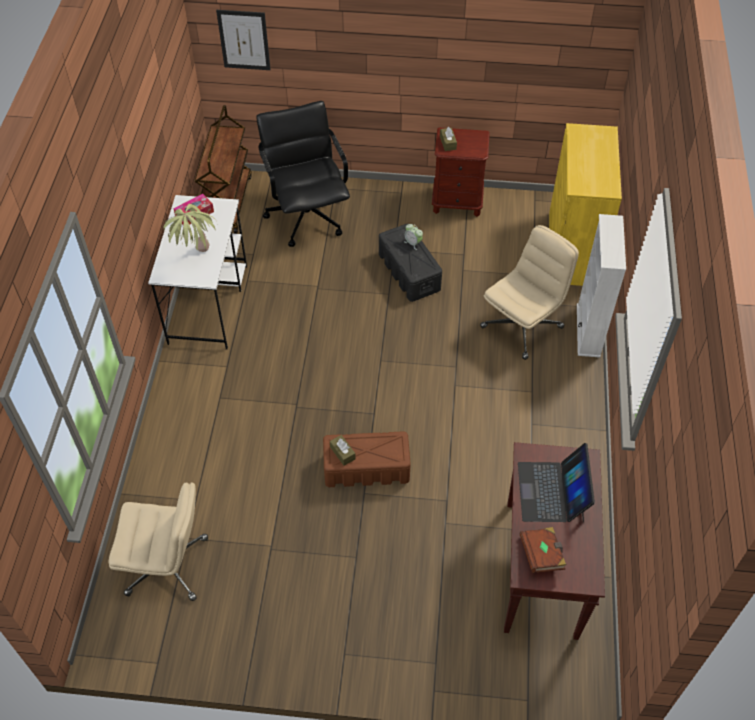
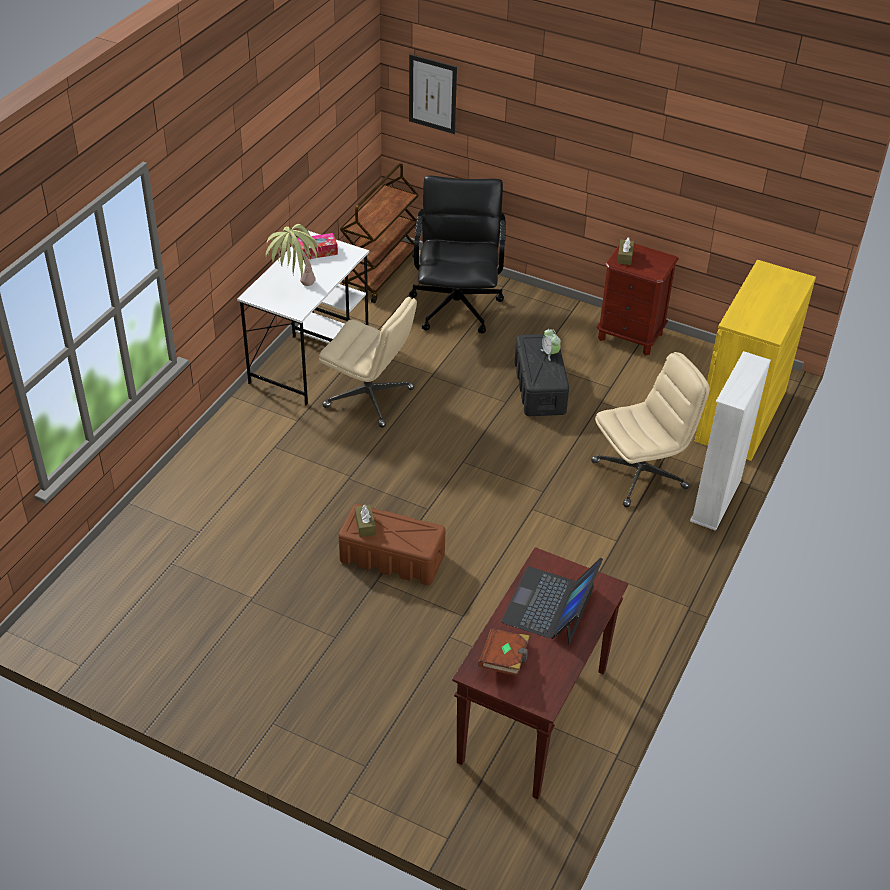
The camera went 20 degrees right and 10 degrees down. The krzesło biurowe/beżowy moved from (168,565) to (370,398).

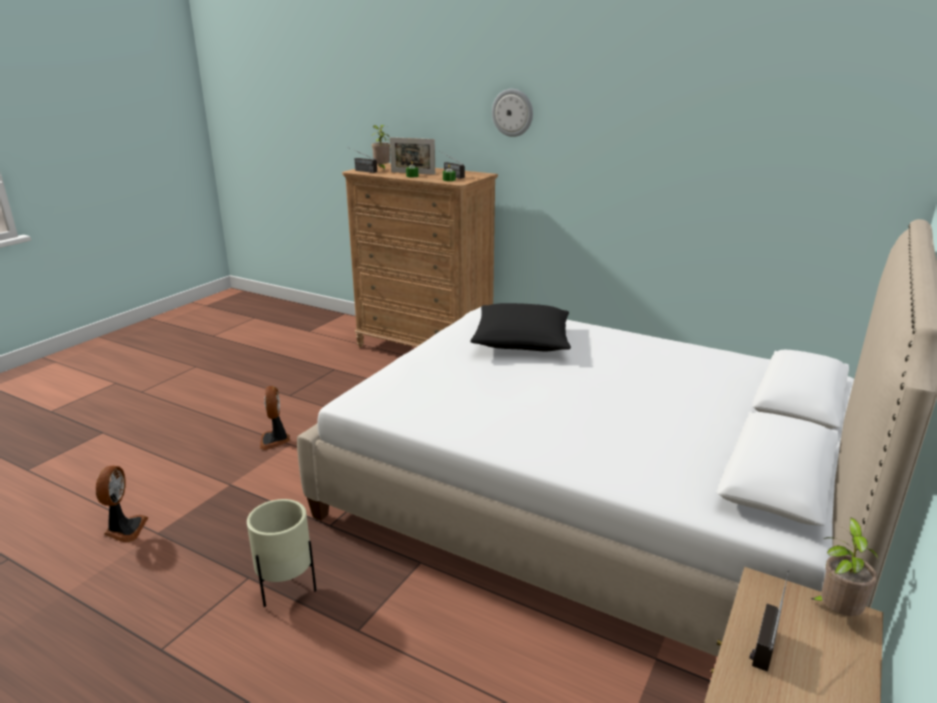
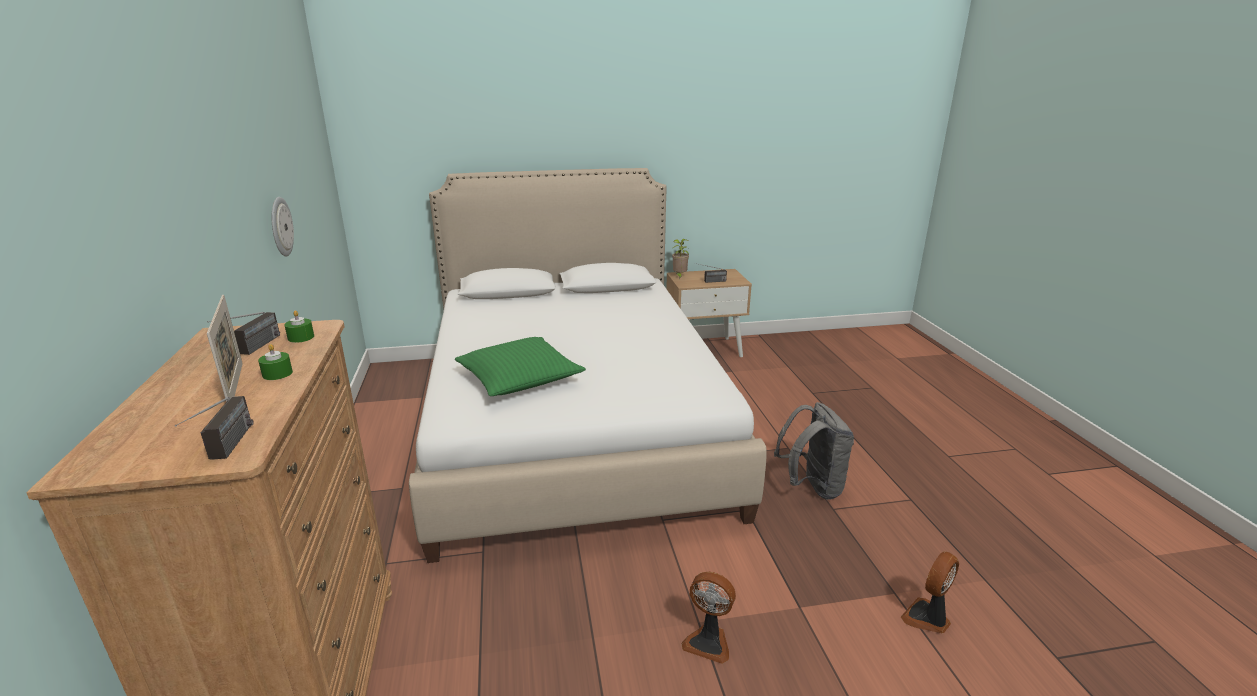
The camera went 130 degrees left and 0 degrees up. The zegar ścienny moved from (512,112) to (280,226). The poduszka/czarny at (522,340) became the poduszka/zielony at (519,378). The wentylator at (275,440) turned 75 degrees clockwise. The donica/beżowy at (287,590) was replaced by the plecak/szary at (812,487). The roślina doniczkowa at (382,169) disappeared.

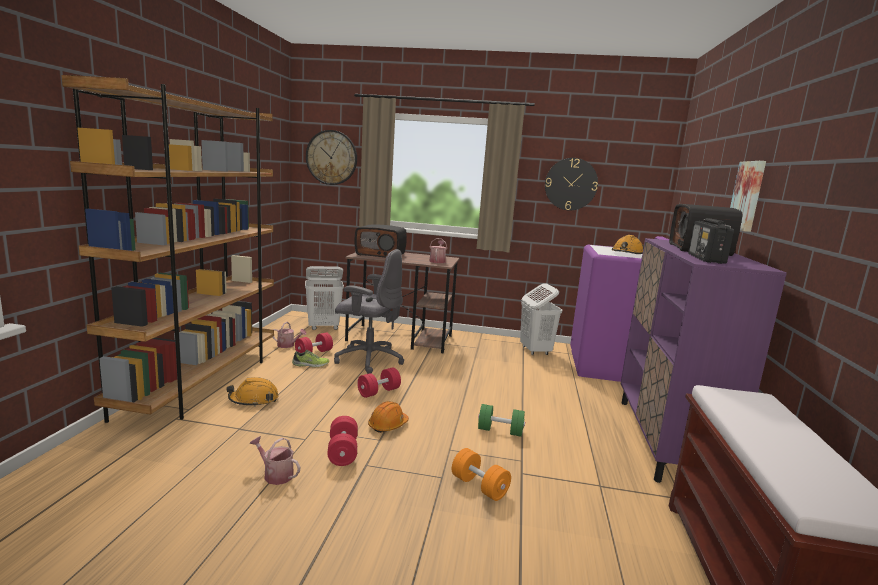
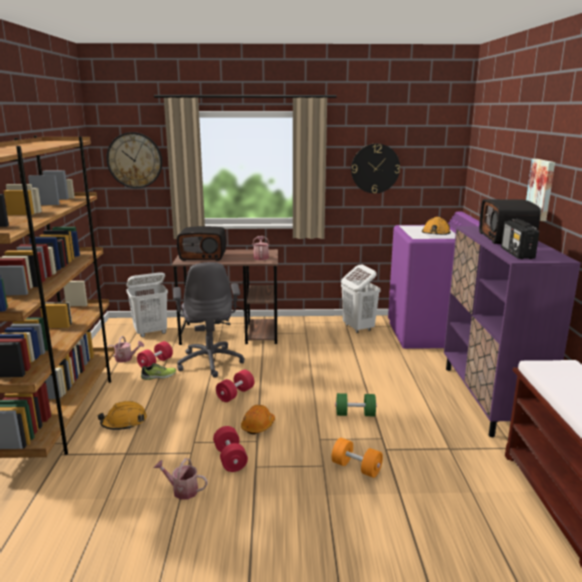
The camera went 10 degrees left and 5 degrees up. The krzesło biurowe/szary at (368,359) turned 75 degrees clockwise.

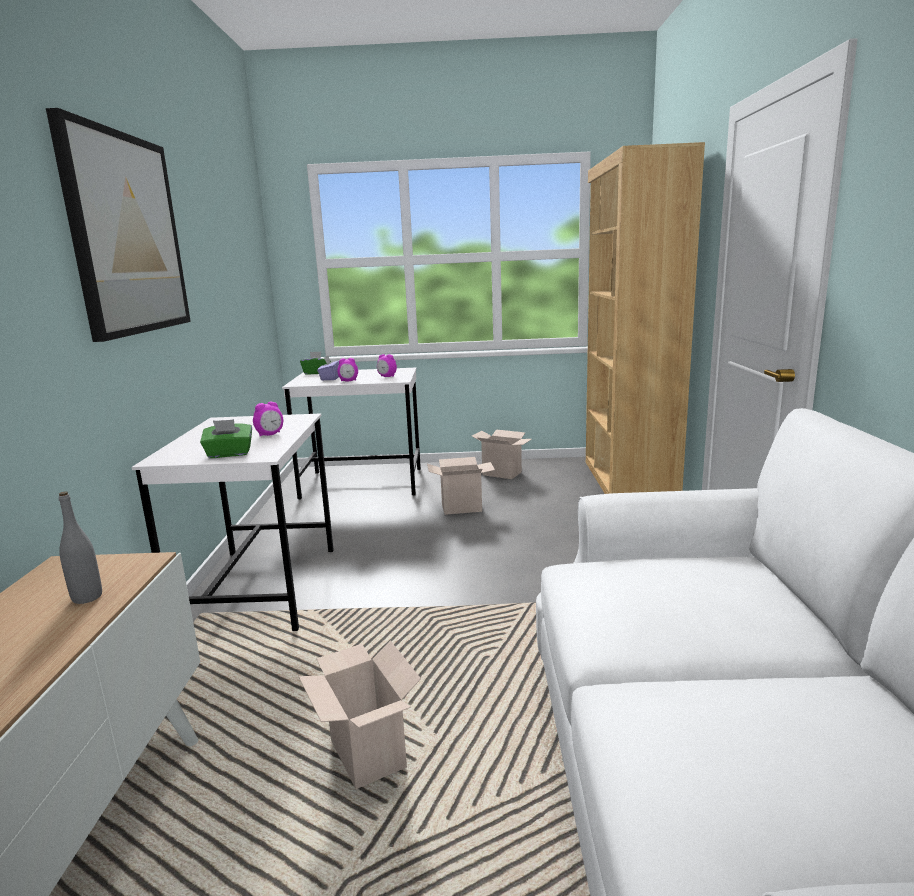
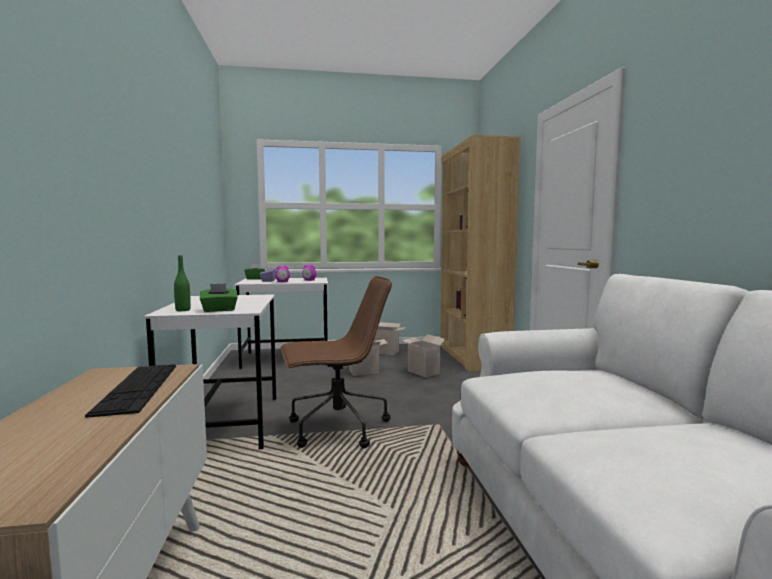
The camera went 10 degrees left and 10 degrees down. The butelka/szary at (87,597) was replaced by the klawiatura at (138,388). The butelka/zielony at (183,310) appeared. The krzesło biurowe/brązowy at (336,428) appeared. The karton moved from (364,754) to (422,372). The obraz at (126,235) disappeared. The budzik at (270,434) disappeared.

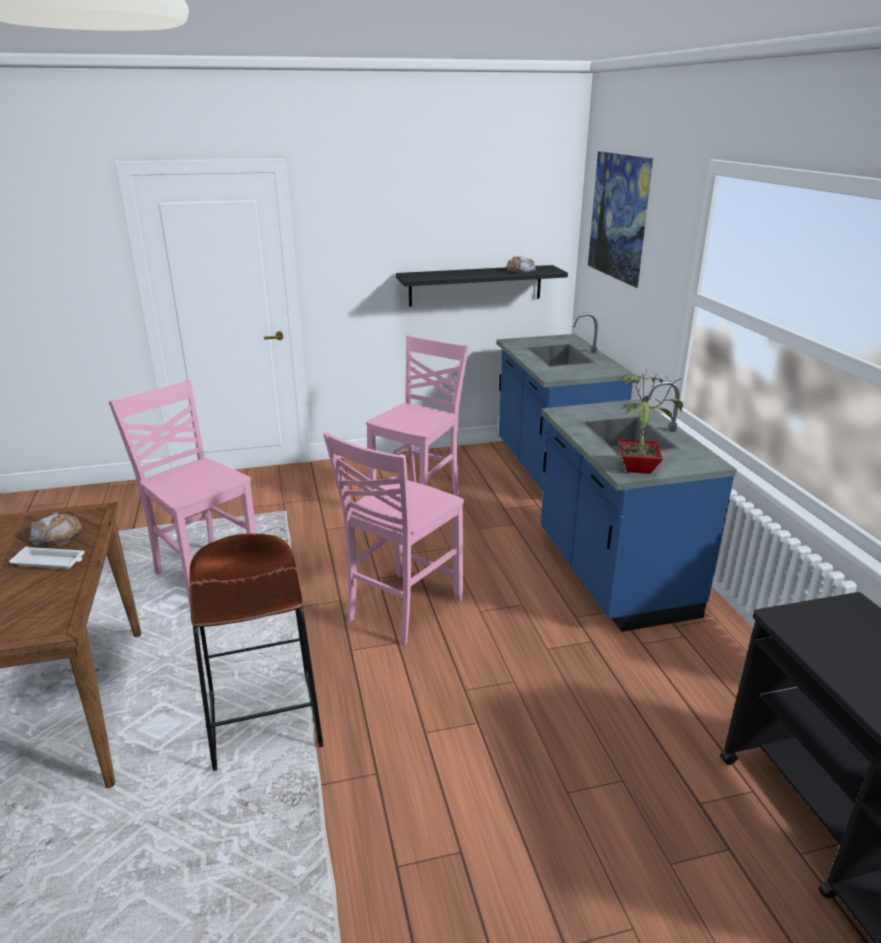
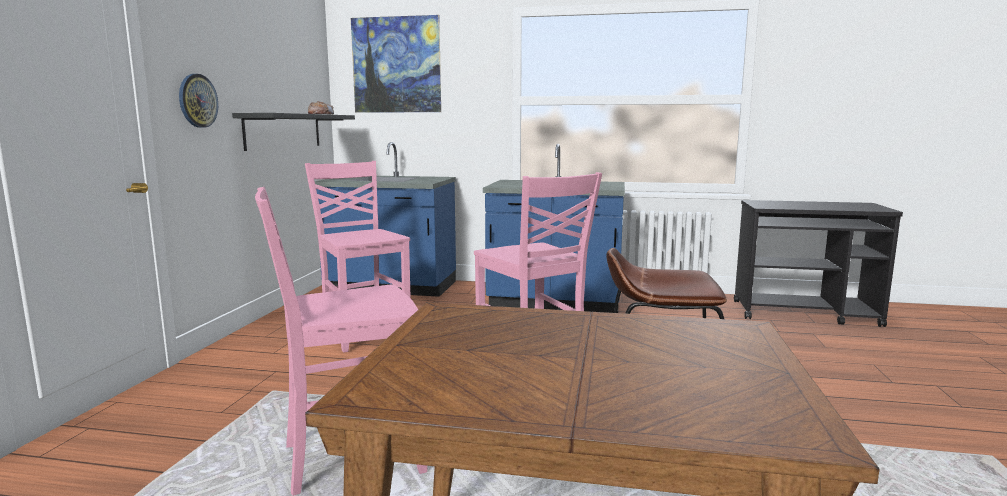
The camera went 65 degrees left and 15 degrees down. The zegar ścienny at (197,101) appeared. The taca/biały at (50,562) disappeared. The chleb at (57,535) disappeared. The roślina doniczkowa at (637,467) disappeared.

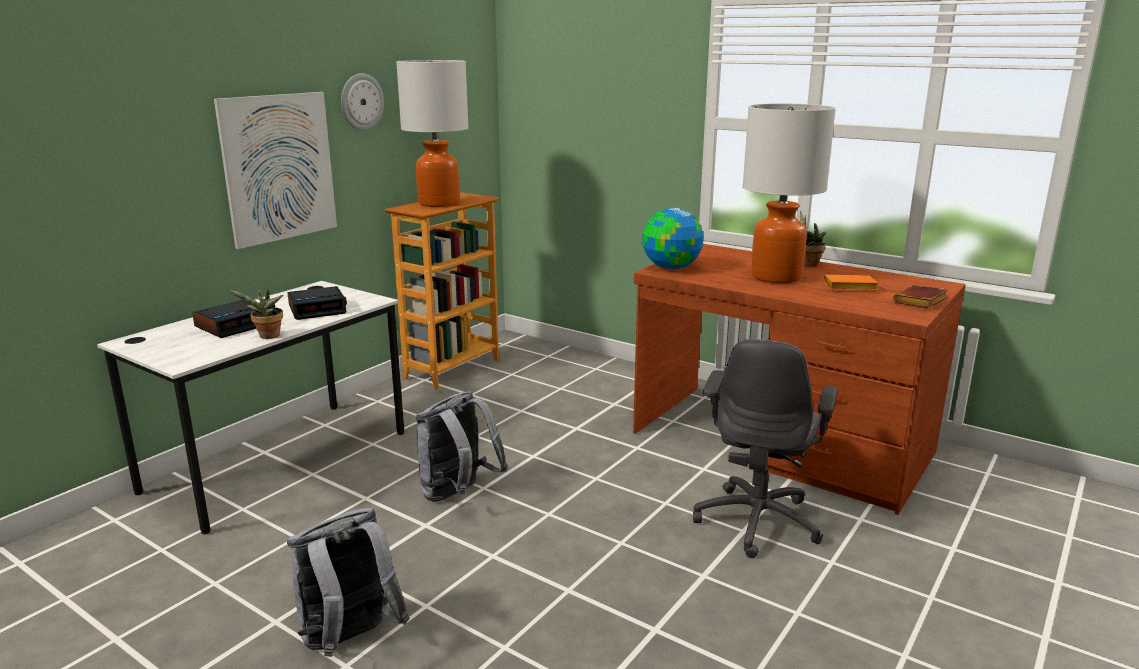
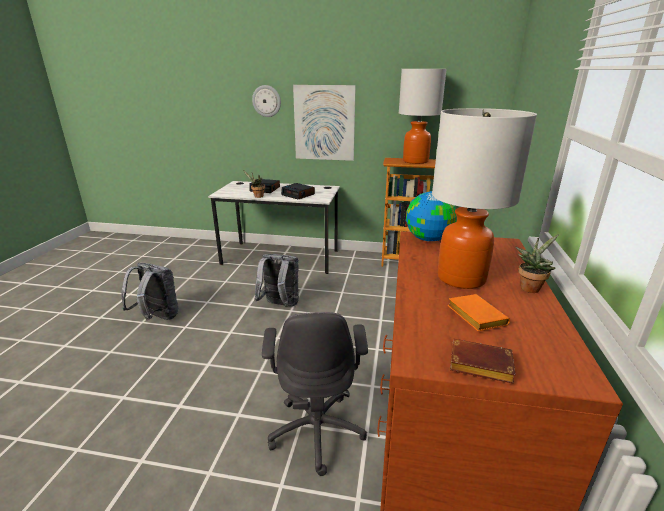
The camera went 65 degrees right and 5 degrees up. The zegar ścienny moved from (361,101) to (266,101). The krzesło biurowe/szary at (758,521) turned 90 degrees counterclockwise.

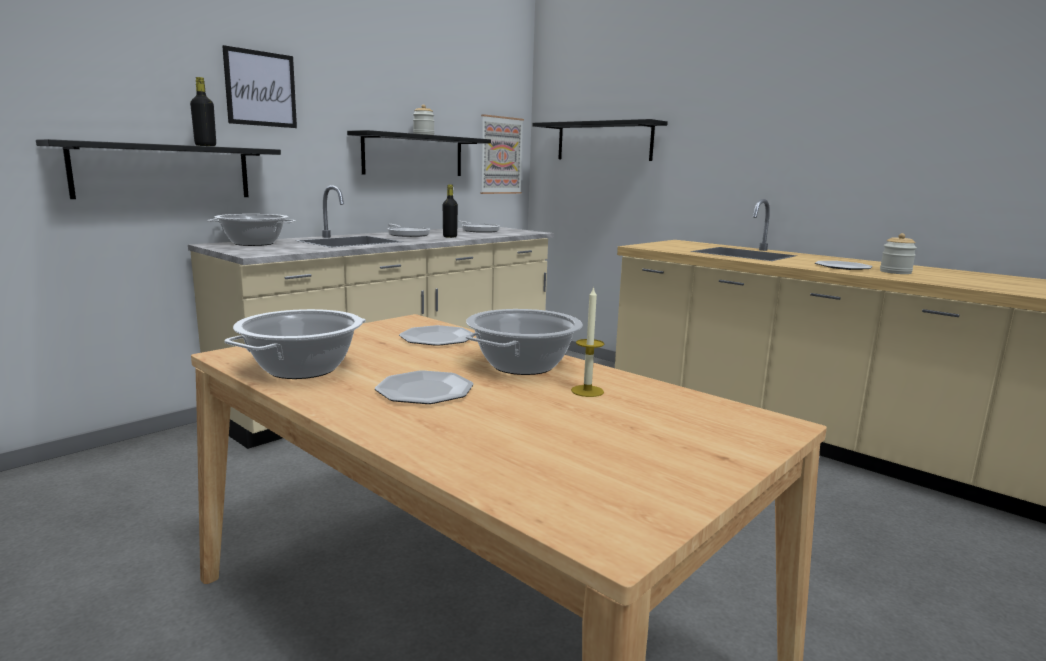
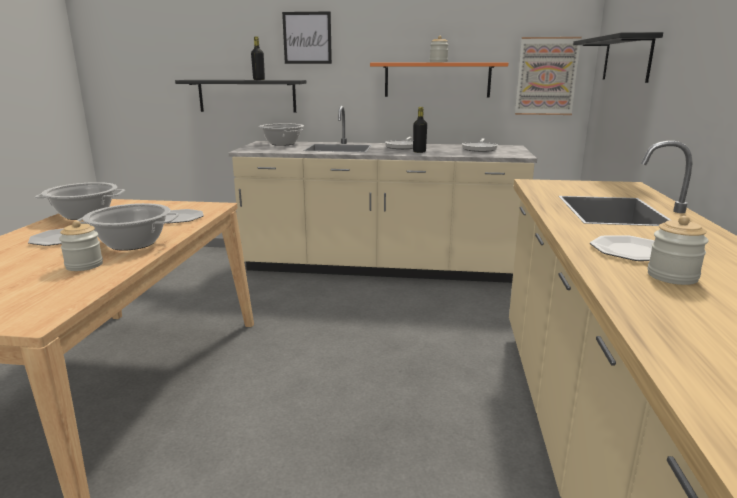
The camera went 55 degrees right and 5 degrees up. The świeca at (587,391) was replaced by the słoik at (84,265). The półka/czarny at (414,155) became the półka/pomarańczowy at (437,80).

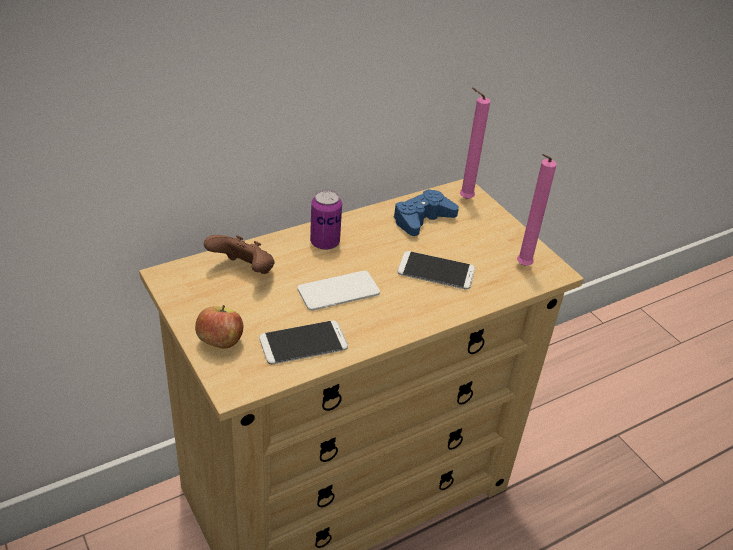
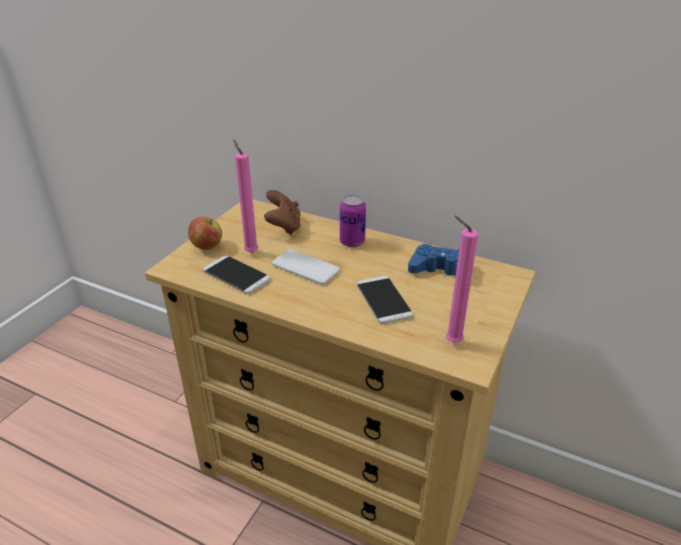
The camera went 60 degrees right and 5 degrees down. The świeca/różowy moved from (463,199) to (250,252).

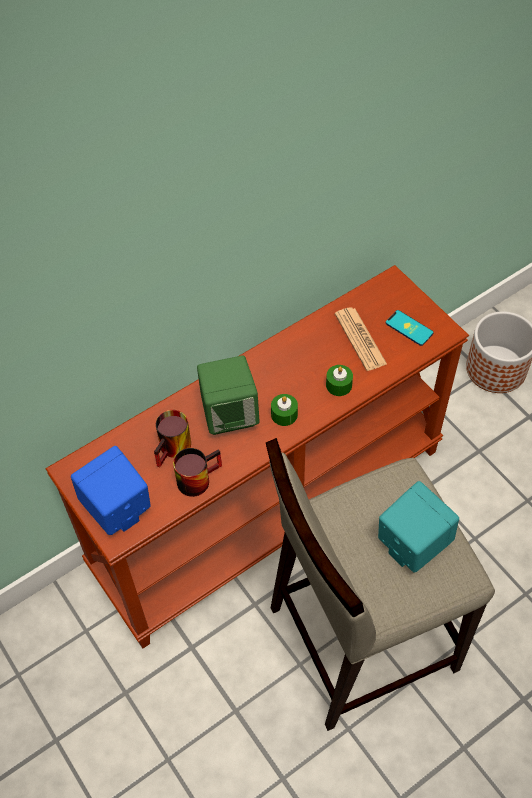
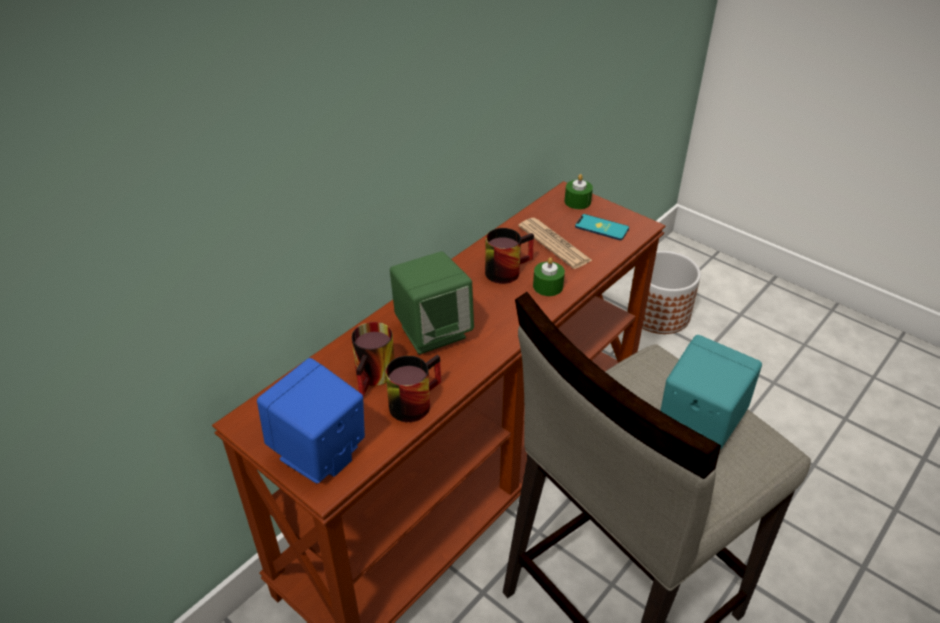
The camera went 15 degrees left and 15 degrees down. The kubek at (506,269) appeared. The świeca/zielony moved from (284,414) to (577,201).

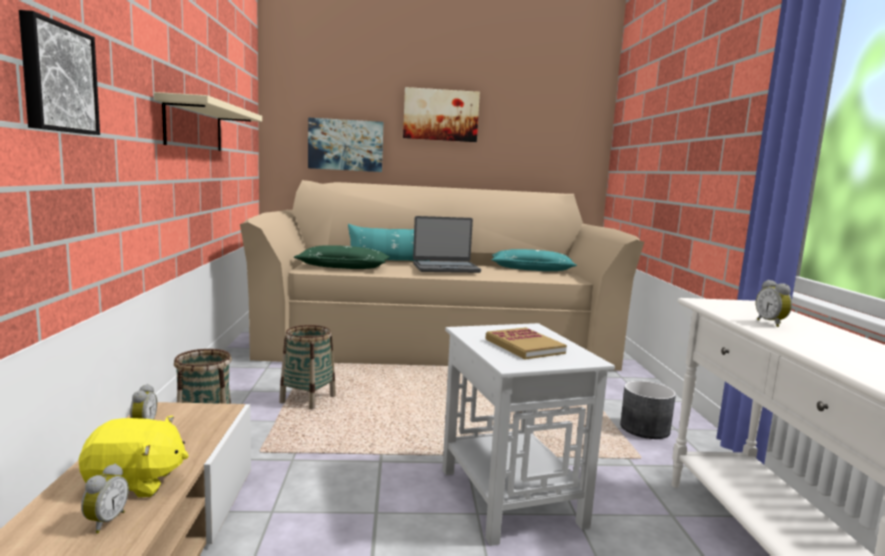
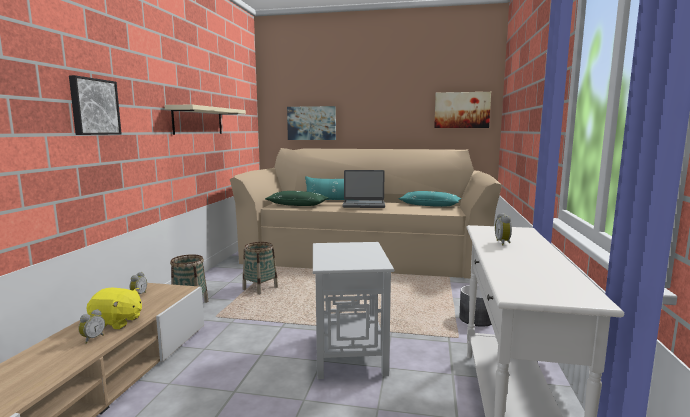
The camera went 15 degrees right and 0 degrees up. The obraz moved from (441,115) to (462,110). The książka at (524,346) disappeared.

